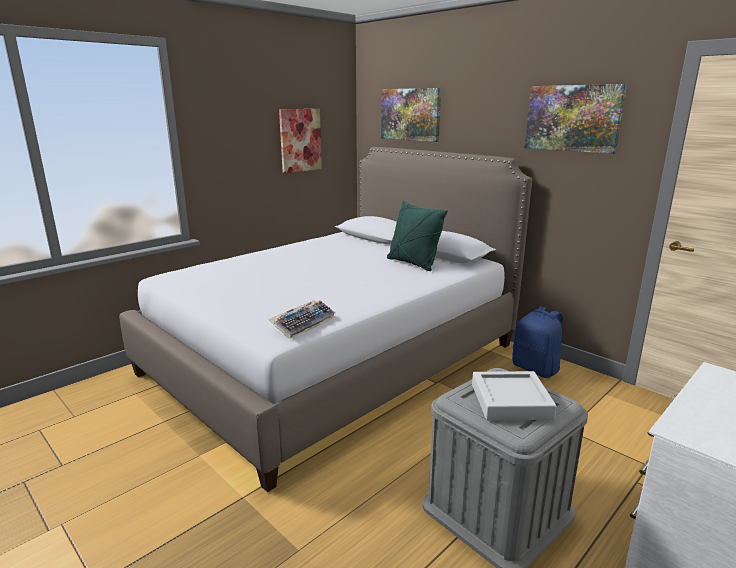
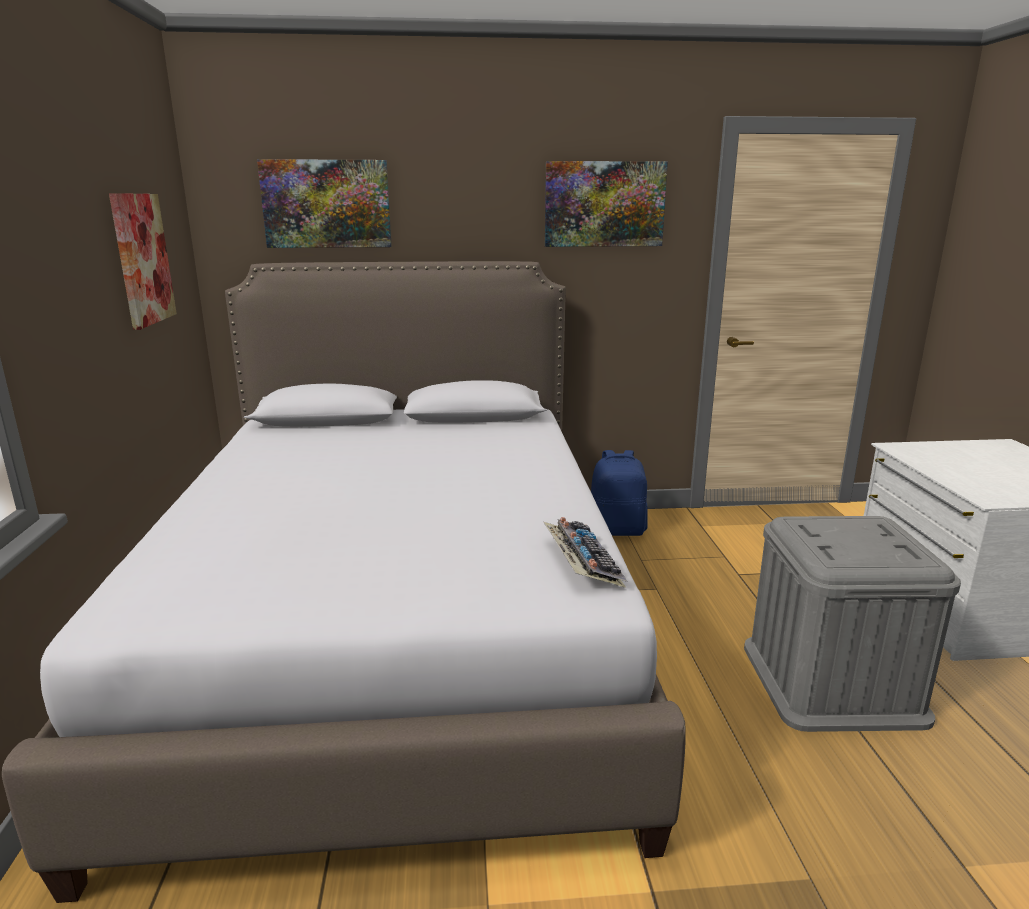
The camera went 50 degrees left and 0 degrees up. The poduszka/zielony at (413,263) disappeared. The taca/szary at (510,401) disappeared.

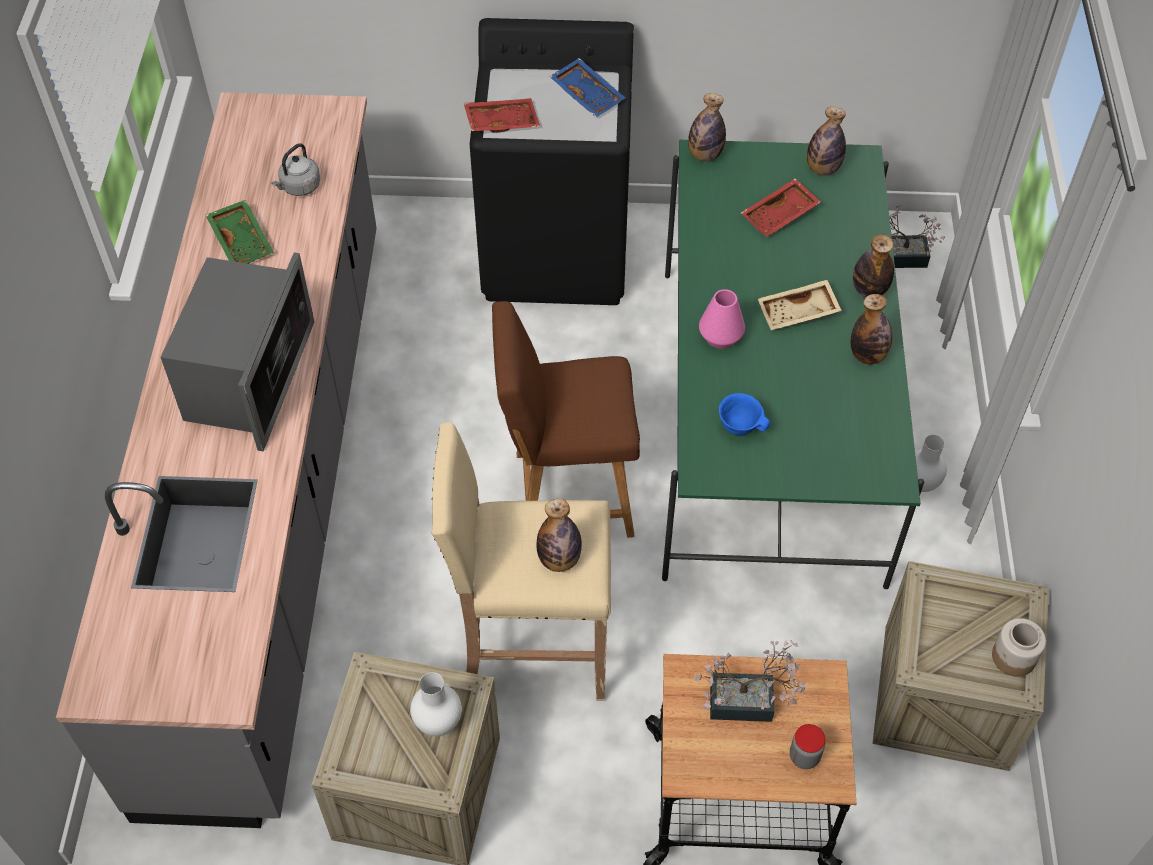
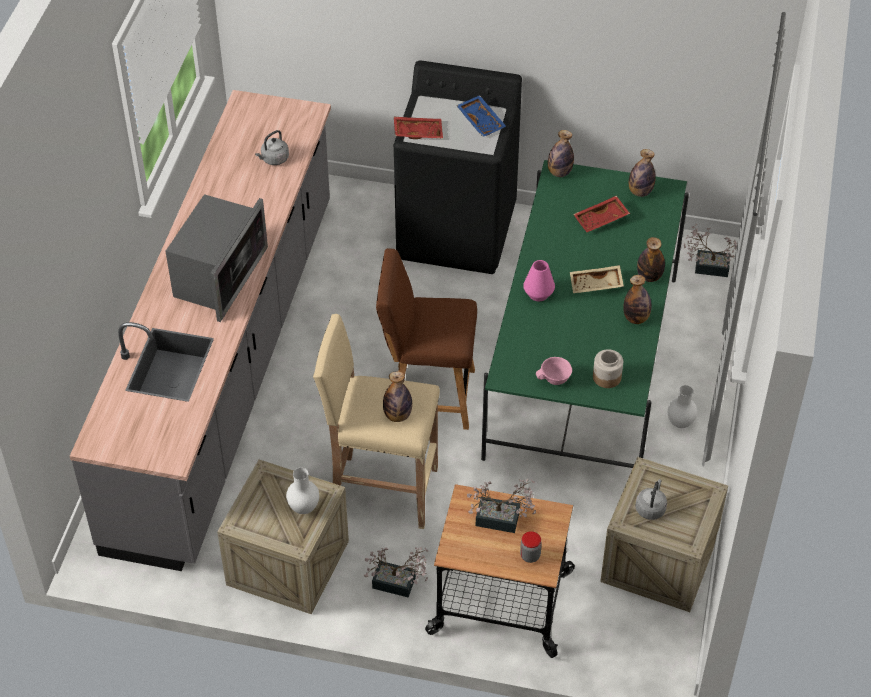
The camera went 10 degrees right and 5 degrees down. The roślina doniczkowa at (399,584) appeared. The miska/różowy at (554,380) appeared. The słoik moved from (1013,657) to (606,377). The czajnik/szary at (650,508) appeared. The taca/zielony at (242,240) disappeared. The miska/niebieski at (740,426) disappeared.

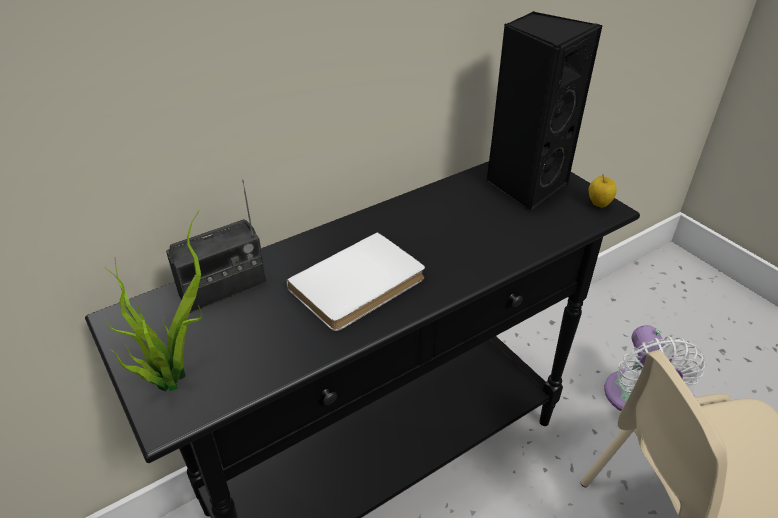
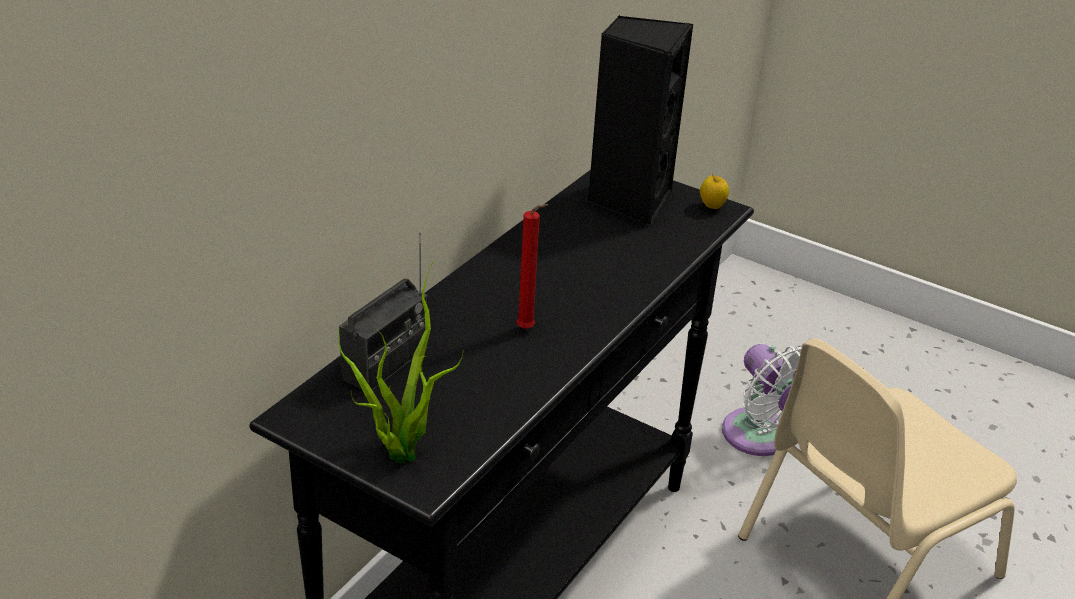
The camera went 25 degrees left and 5 degrees down. The książka/biały at (360,286) was replaced by the świeca/czerwony at (528,330).

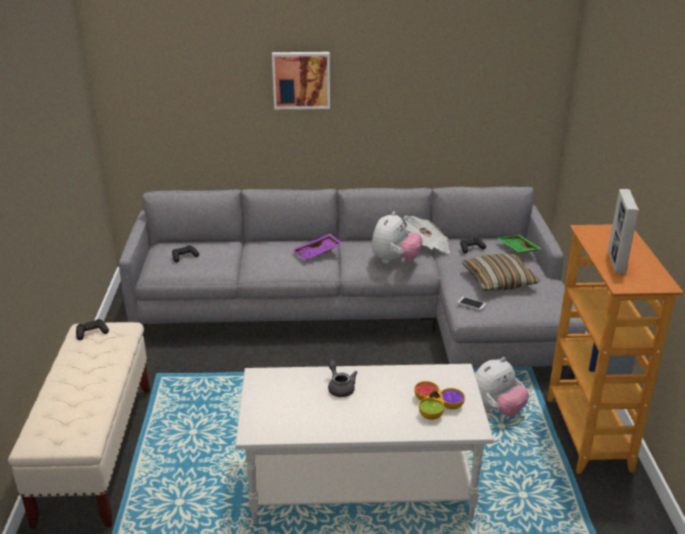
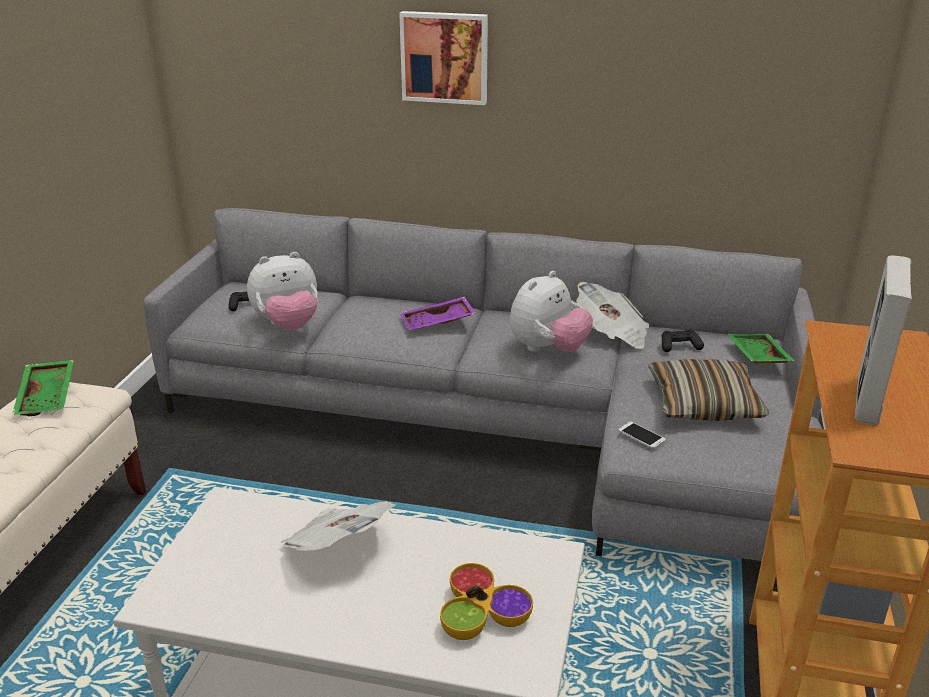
The camera went 15 degrees right and 0 degrees up. The pad do gier/czarny at (92,333) was replaced by the taca/zielony at (48,396). The pluszak moved from (496,409) to (288,325). The imbryk/szary at (340,387) was replaced by the gazeta at (339,547).

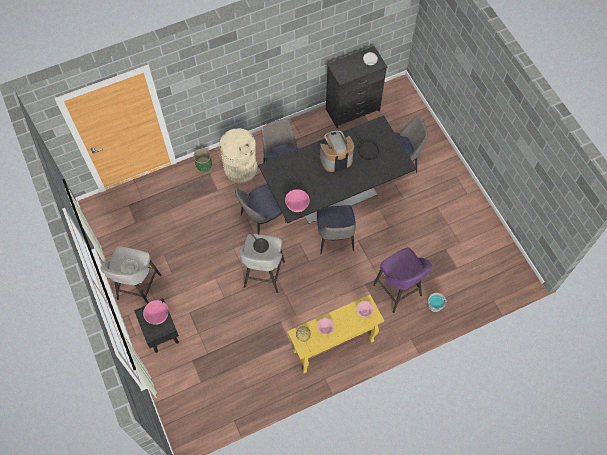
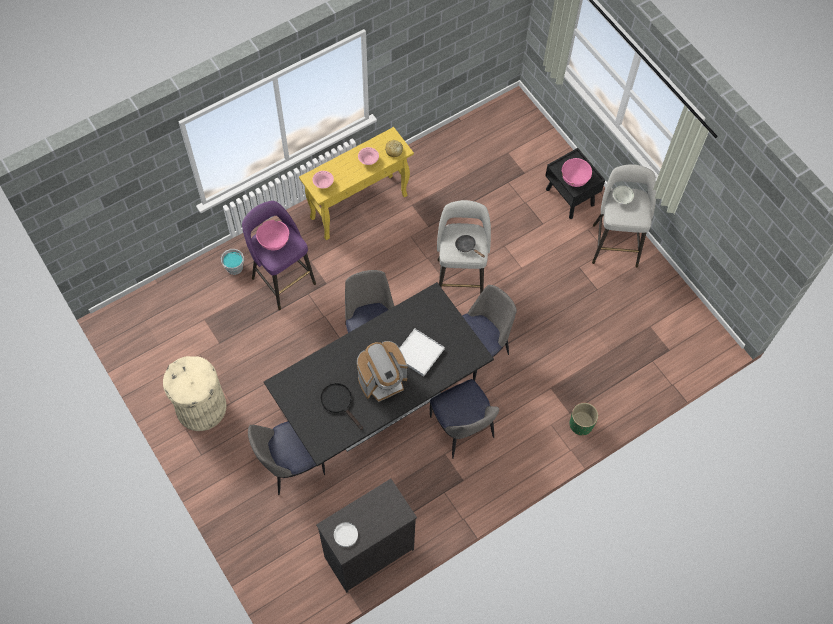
The camera went 170 degrees right and 0 degrees up. The kosz na śmieci/beżowy moved from (241,168) to (200,407). The miska/różowy moved from (297,205) to (274,241). The taca/biały at (419,353) appeared.

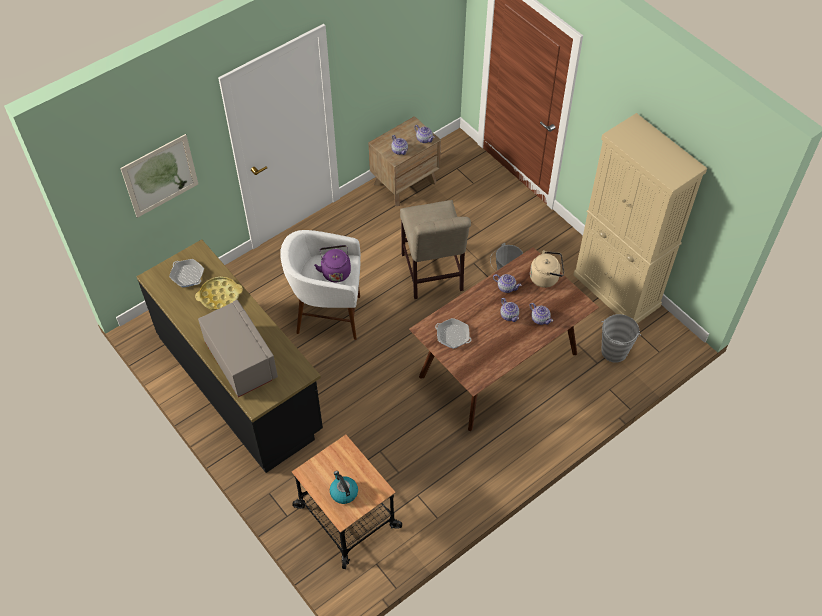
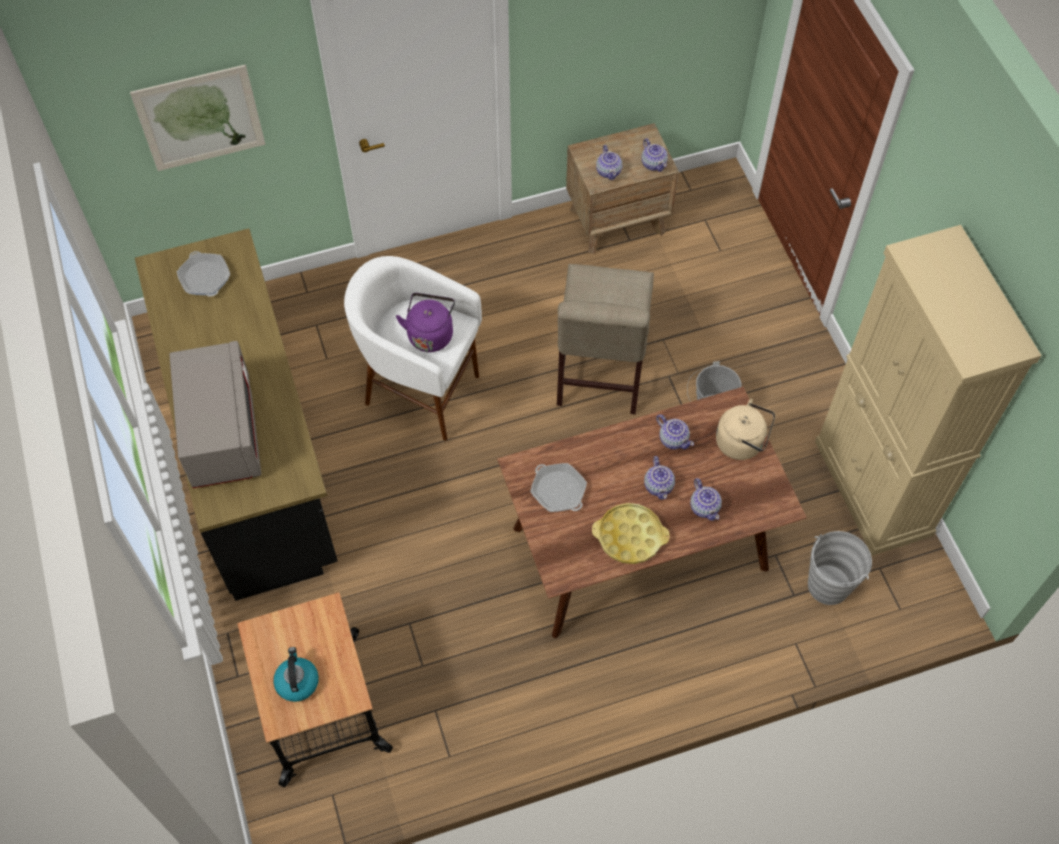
The camera went 20 degrees right and 5 degrees up. The taca/żółty moved from (220,296) to (630,536).

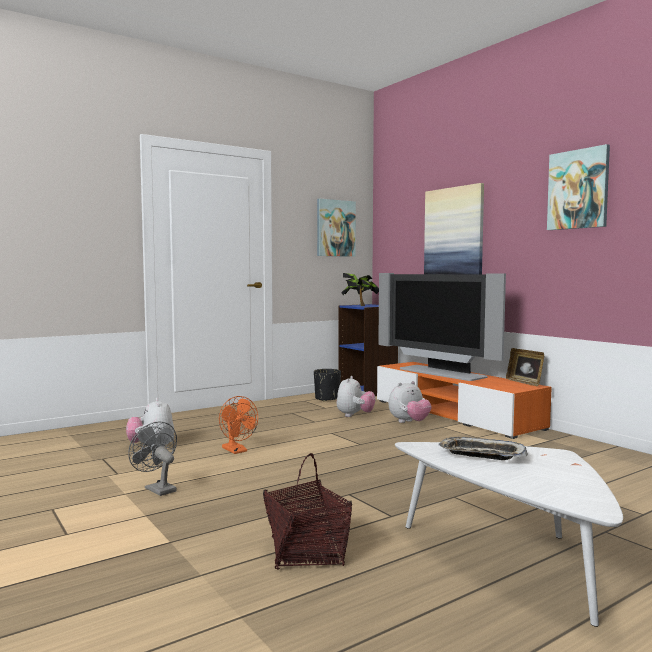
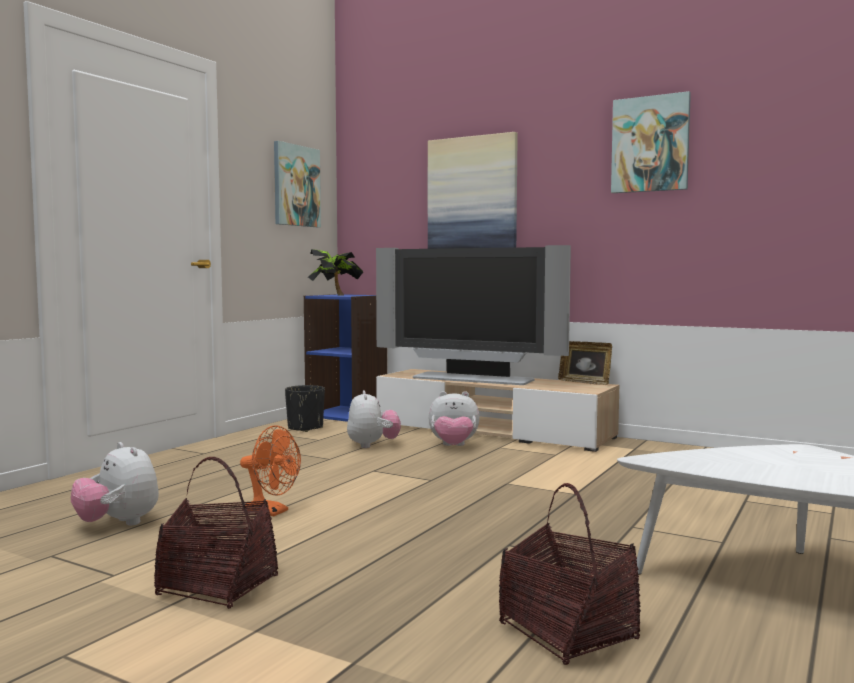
The camera went 25 degrees left and 0 degrees up. The wentylator/szary at (157,489) was replaced by the koszyk at (218,587). The szafka pod telewizor/pomarańczowy at (454,414) became the szafka pod telewizor/beżowy at (492,431). The pluszak at (409,422) turned 60 degrees clockwise. The taca at (481,454) disappeared.

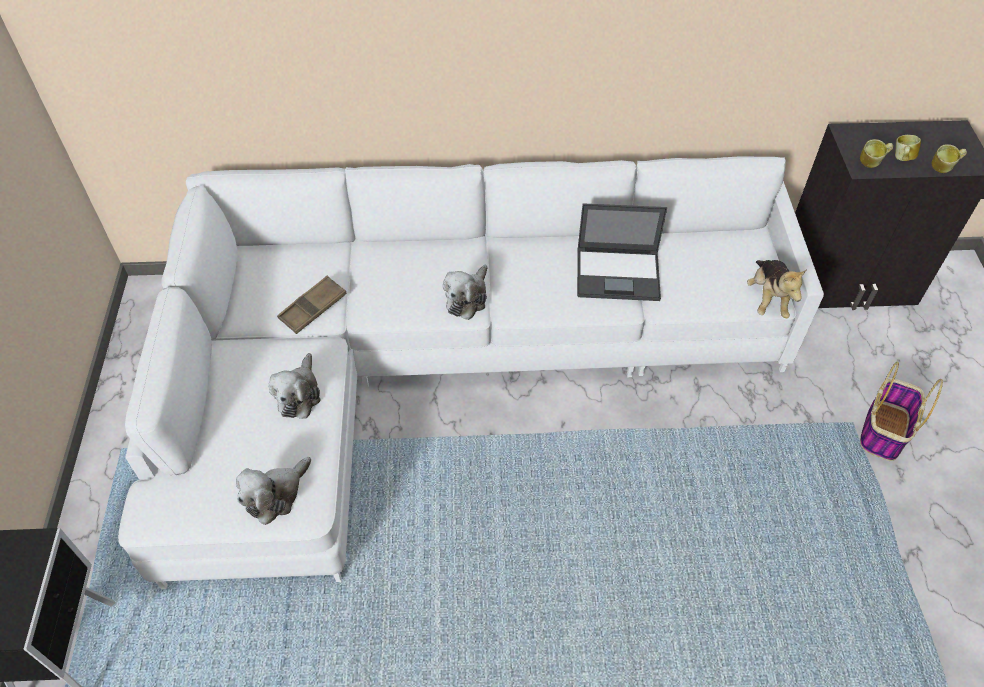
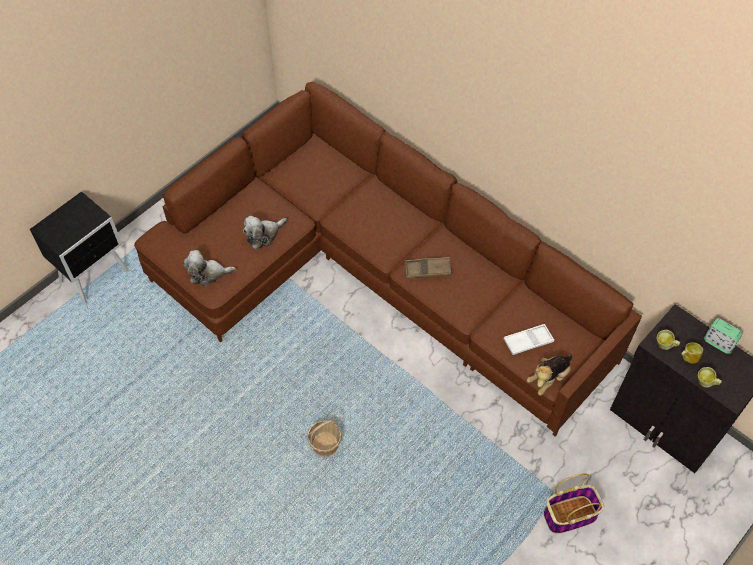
The camera went 45 degrees right and 5 degrees up. The kanapa/biały at (439,364) became the kanapa/brązowy at (374,276). The koszyk at (325,444) appeared. The taca/brązowy moved from (313,308) to (427,270). The taca/biały at (528,341) appeared. The budzik at (718,342) appeared. The pluszak at (467,298) disappeared. The laptop at (619,274) disappeared.

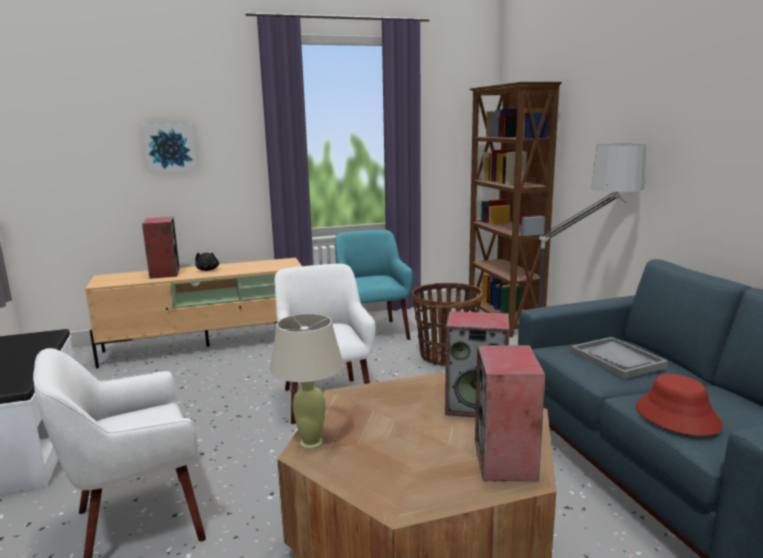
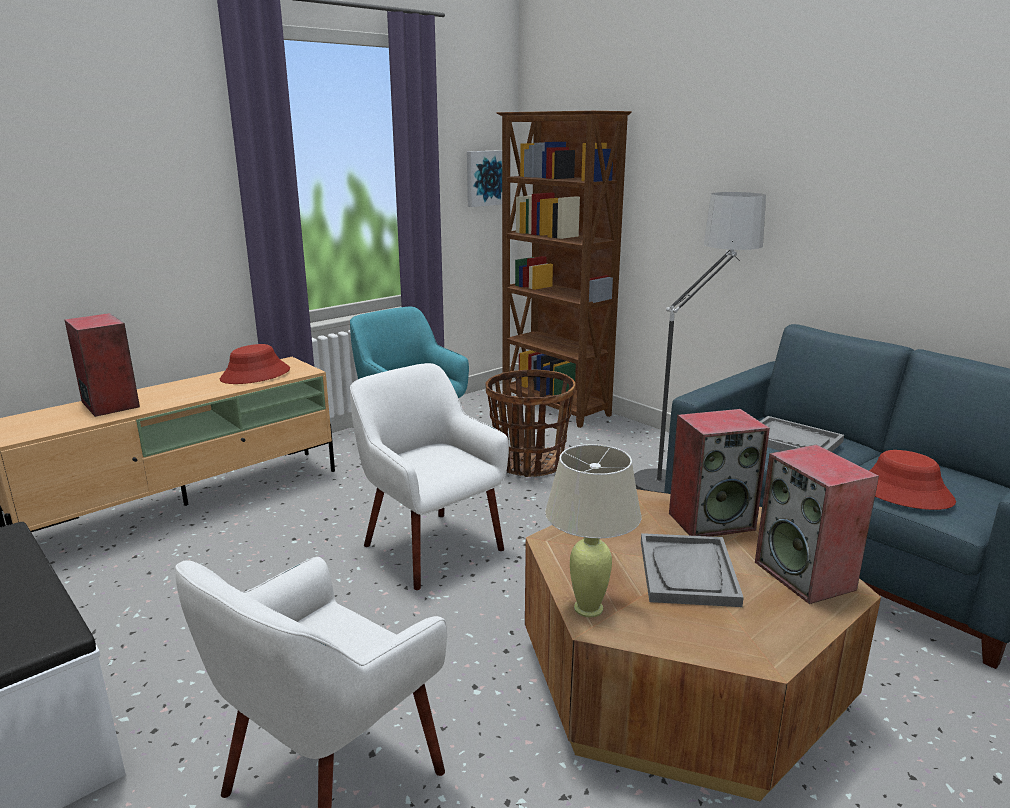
The camera went 25 degrees left and 5 degrees up. The kapelusz/czerwony at (255,375) appeared. The obraz moved from (170,148) to (487,178). The taca/szary at (688,572) appeared. The pluszak/czarny at (208,270) disappeared.

